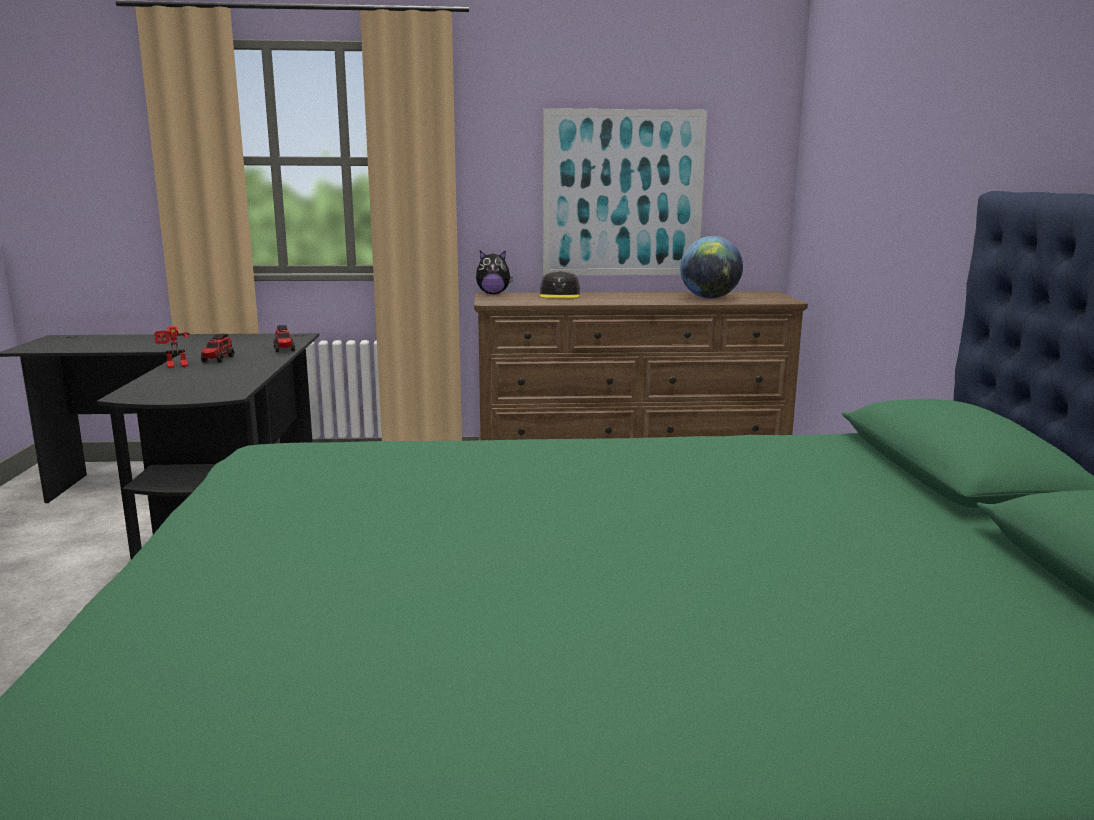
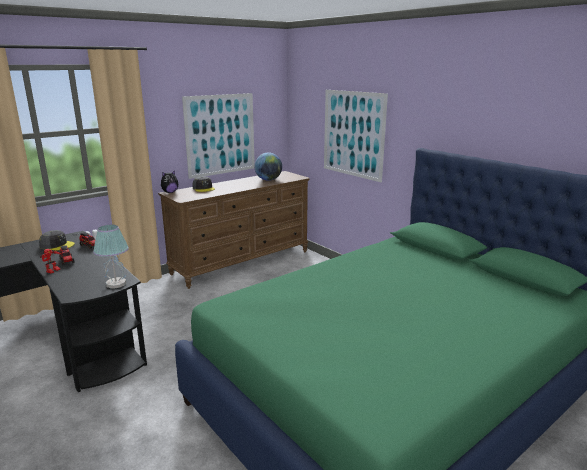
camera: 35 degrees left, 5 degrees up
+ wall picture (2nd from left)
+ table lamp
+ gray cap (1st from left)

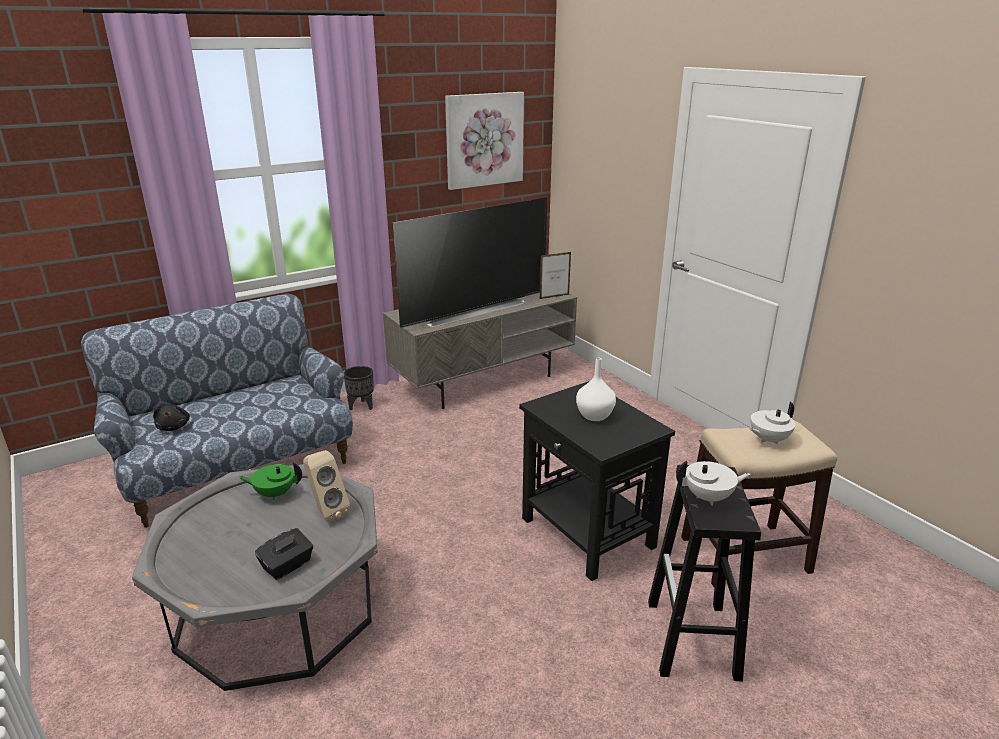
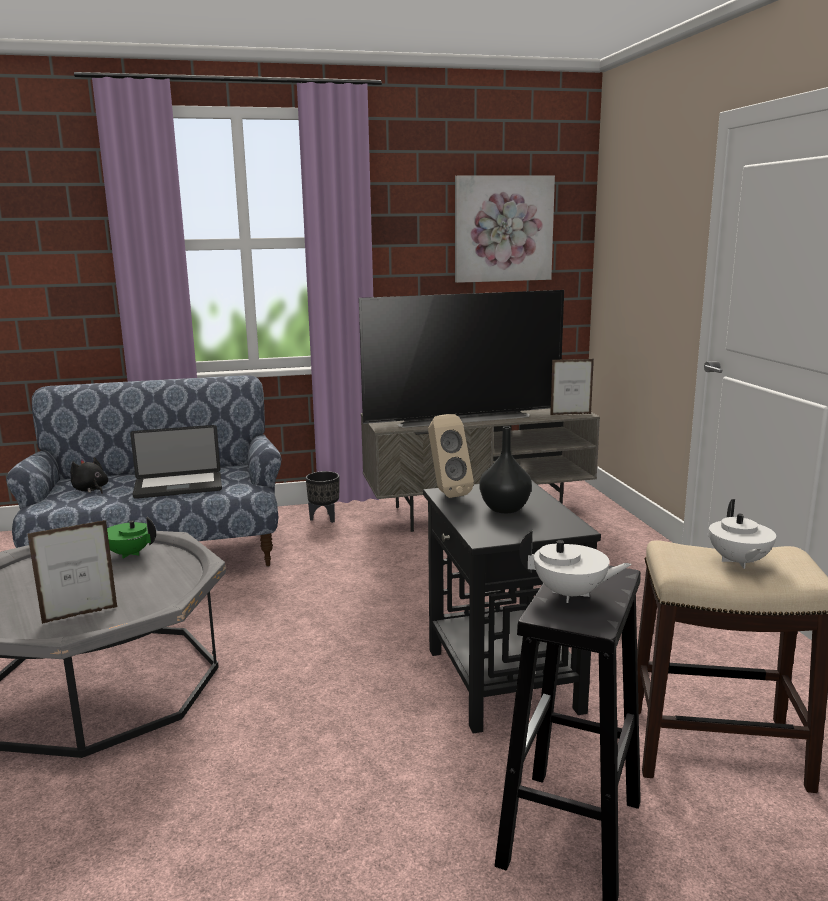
camera: 20 degrees right, 10 degrees down
~ whitish decorative vase to black-coloured decorative vase
~ whitish tea pot (2nd from left) 75 degrees counterclockwise
~ black-coloured soft toy 135 degrees clockwise
~ beige-coloured loudspeaker
~ black-coloured tissue box to photo frame (1st from left)
+ laptop

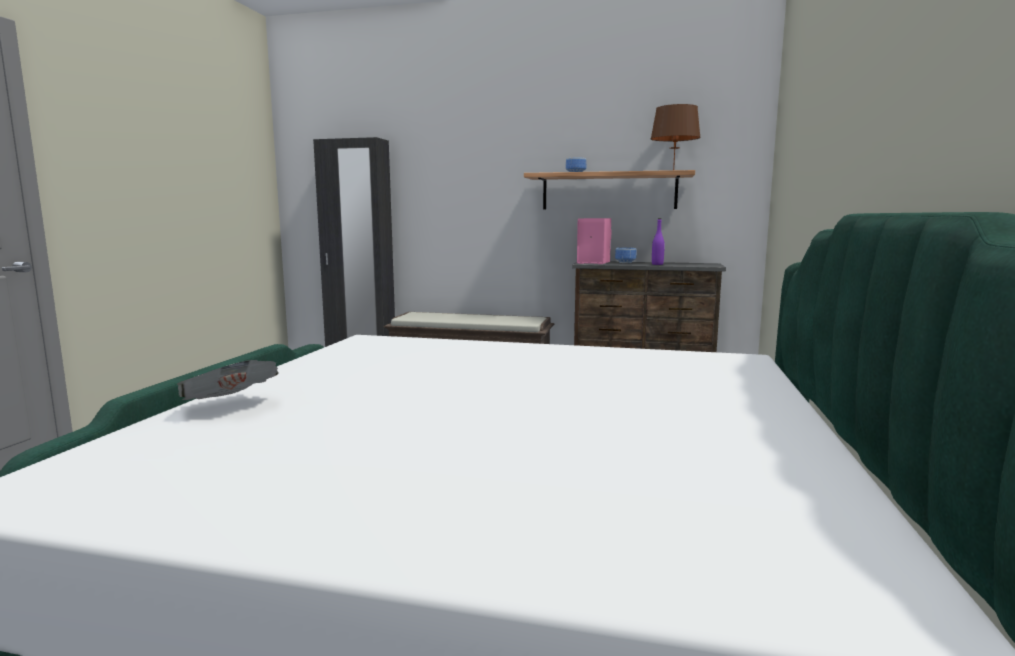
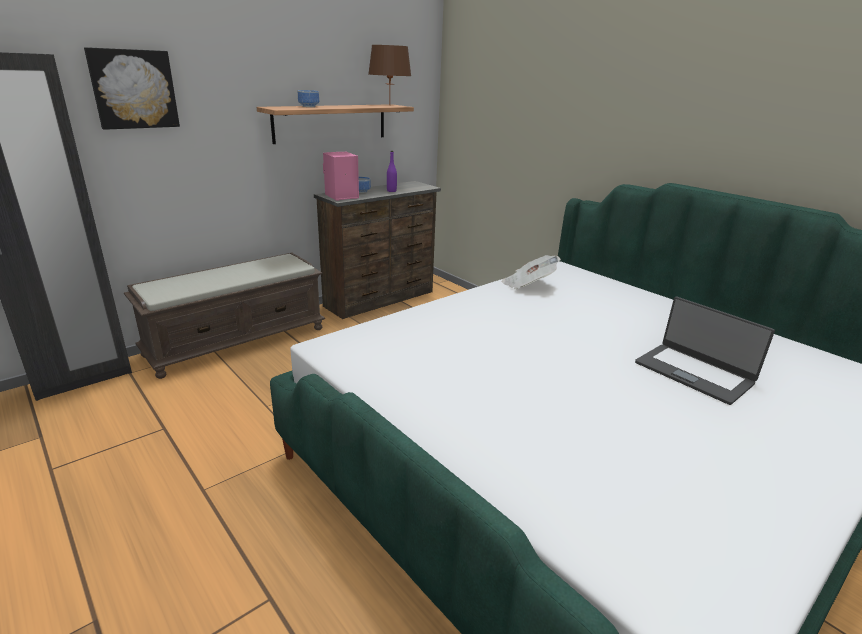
camera: 55 degrees left, 15 degrees up
~ daily paper
+ wall picture
+ laptop

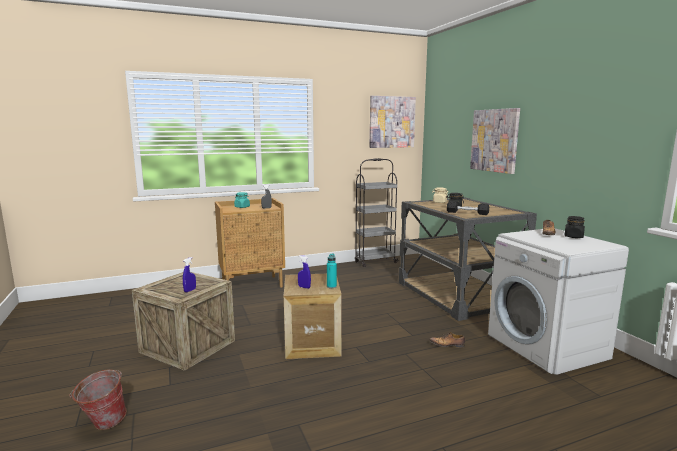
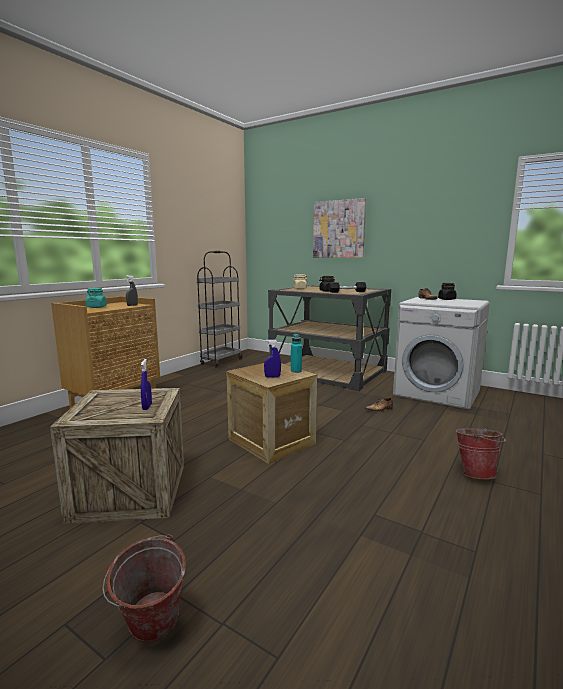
camera: 35 degrees left, 0 degrees up
- wall picture (1st from left)
+ water bucket (2nd from left)

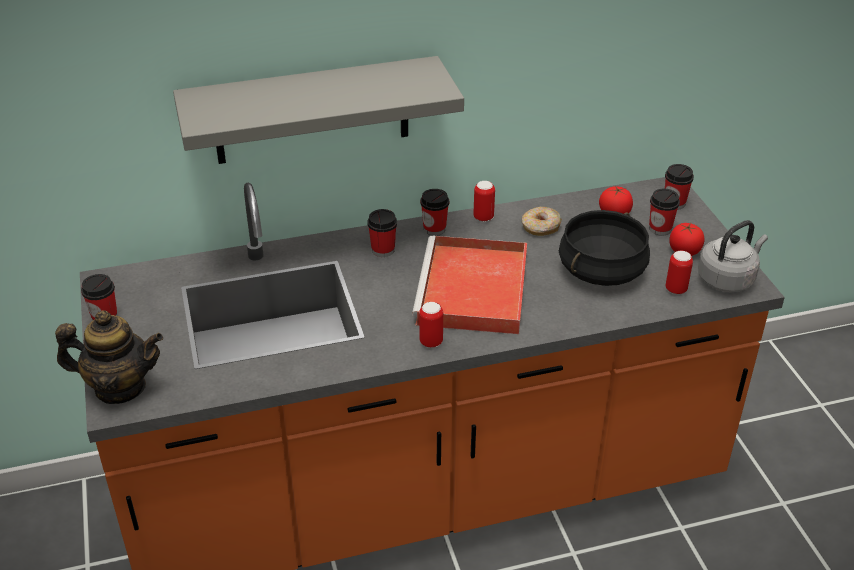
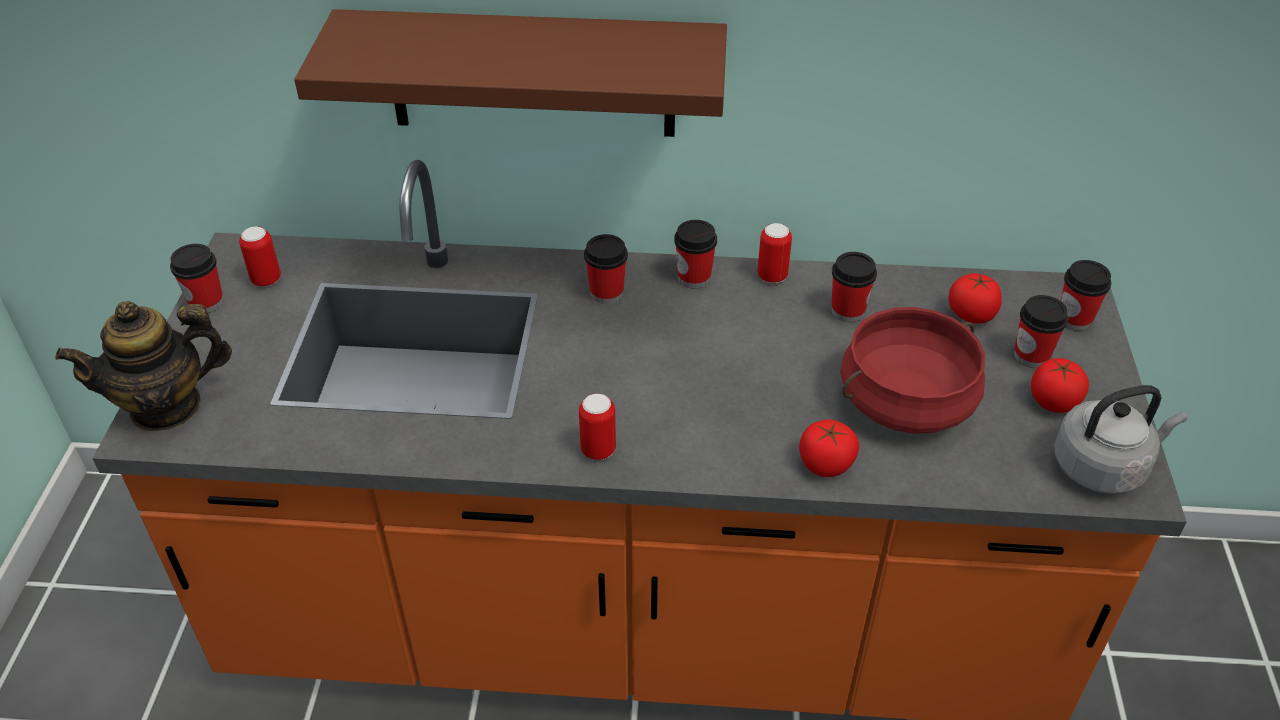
camera: 20 degrees right, 5 degrees up
~ gray wall shelf to brown wall shelf
~ donut to small cup (4th from left)
~ black-coloured stockpot to red-coloured stockpot
- red-coloured serving tray
~ metal can (3rd from left in the first image) to metal can (1st from left)
~ tea pot 135 degrees clockwise
+ fresh tomato (1st from left)

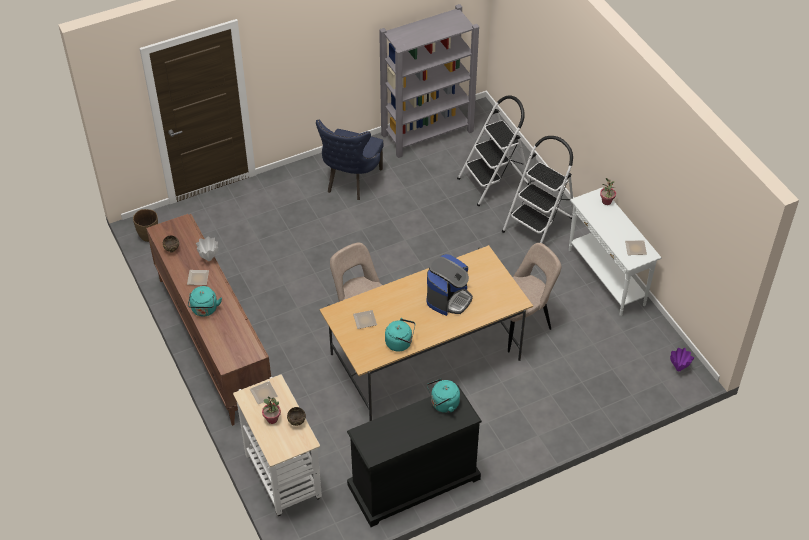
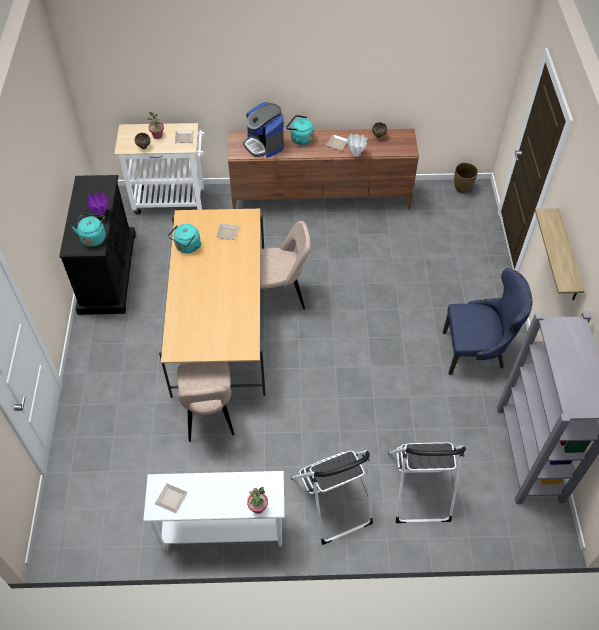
camera: 115 degrees right, 5 degrees up
~ blue plain chair 135 degrees clockwise
~ coffee brewer
~ purplish decorative vase
+ wall shelf

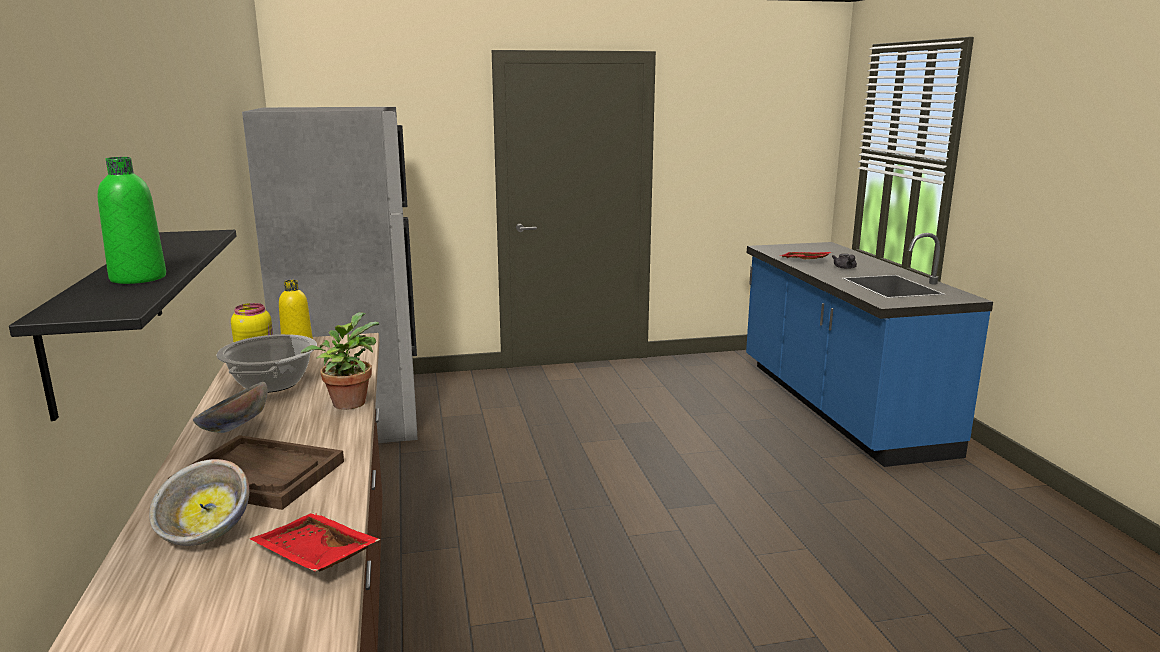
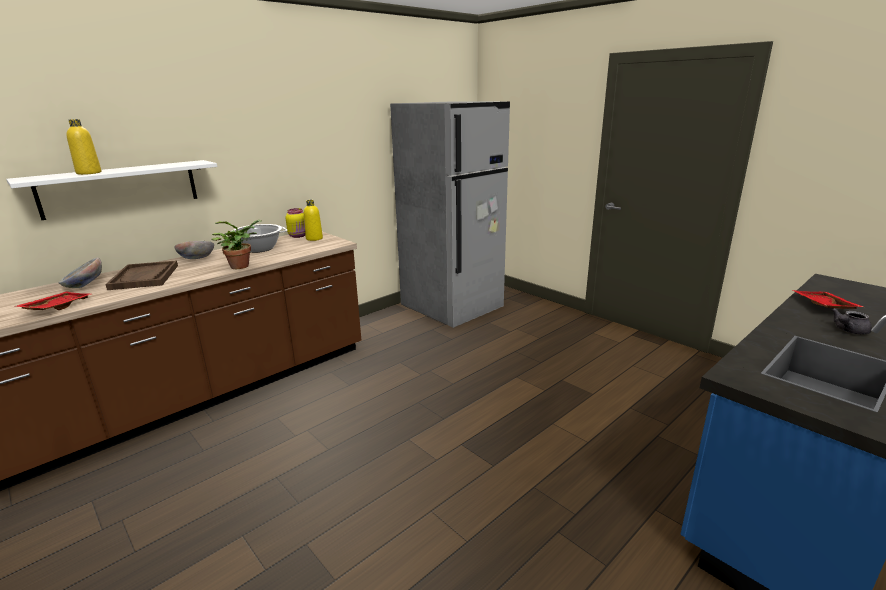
camera: 60 degrees right, 5 degrees up
~ green drink bottle to yellow-coloured drink bottle (1st from left)
~ black-coloured wall shelf to whitish wall shelf

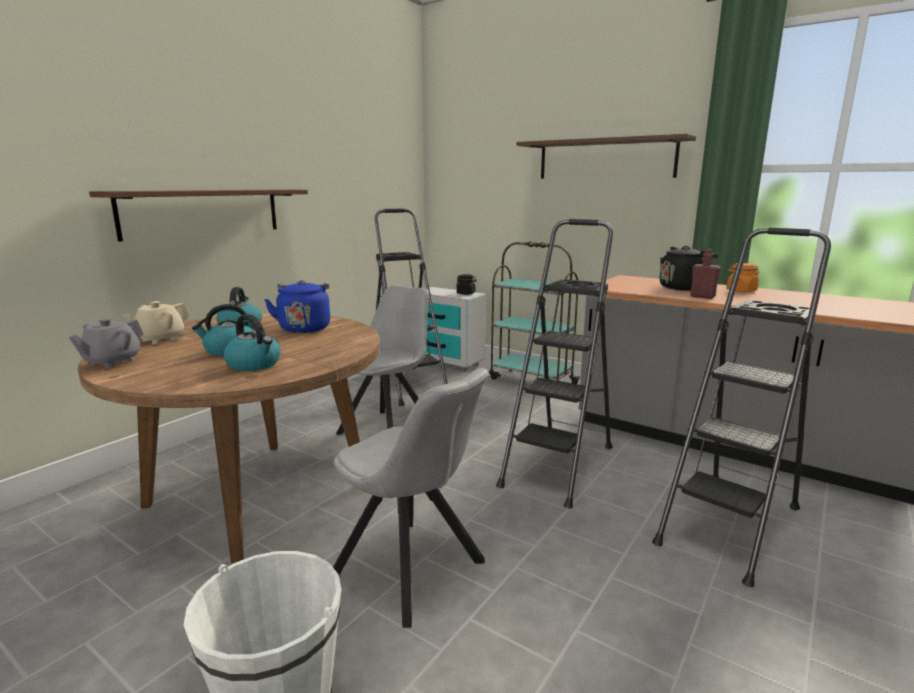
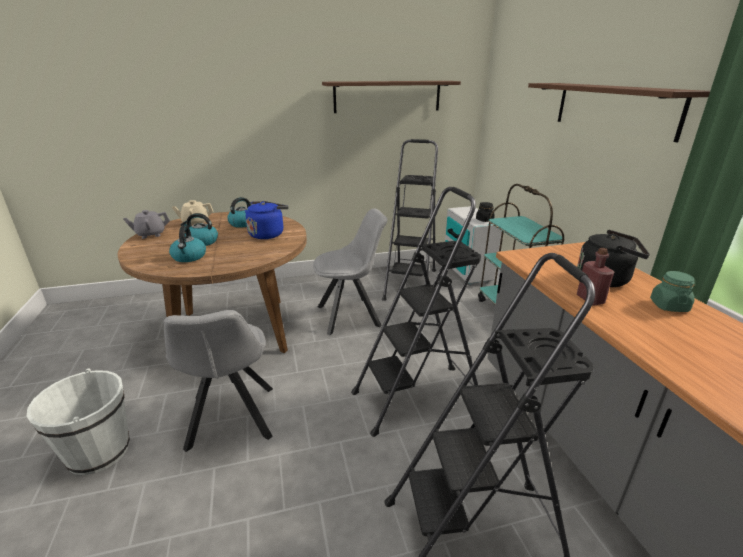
camera: 40 degrees right, 10 degrees up
~ brown wall shelf (1st from left)
~ orange jar to green jar

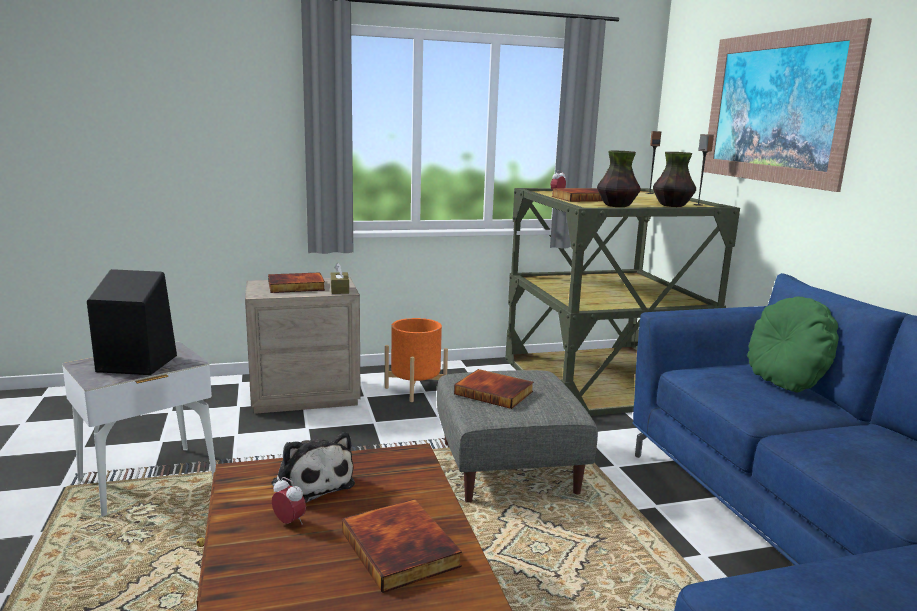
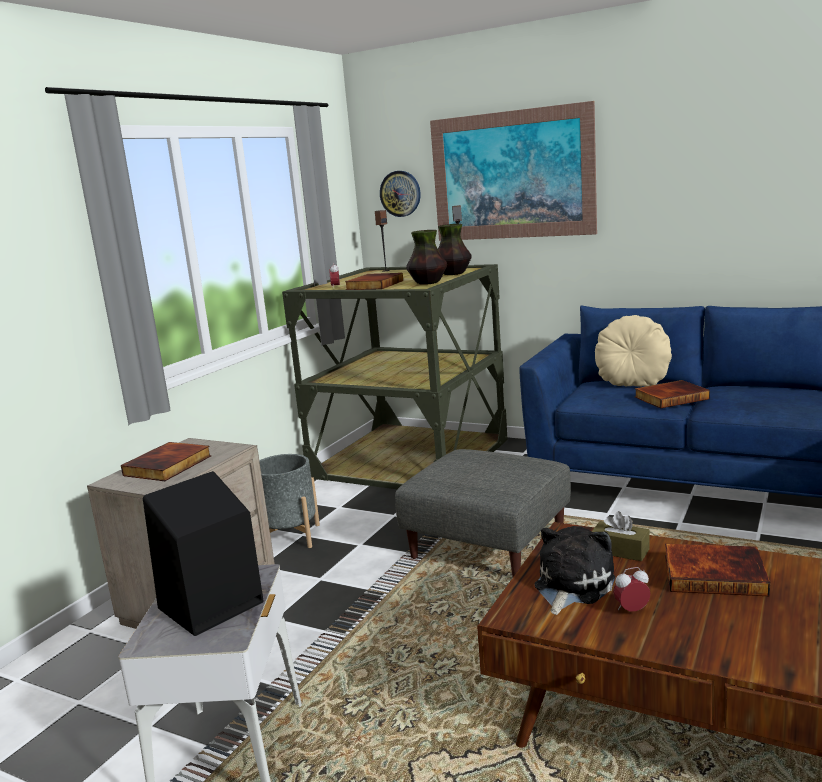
camera: 45 degrees left, 0 degrees up
~ brown tissue box
~ green pillow to beige-coloured pillow
~ orange planter to gray planter
~ book (3rd from left)
~ soft toy 60 degrees counterclockwise
+ wall clock

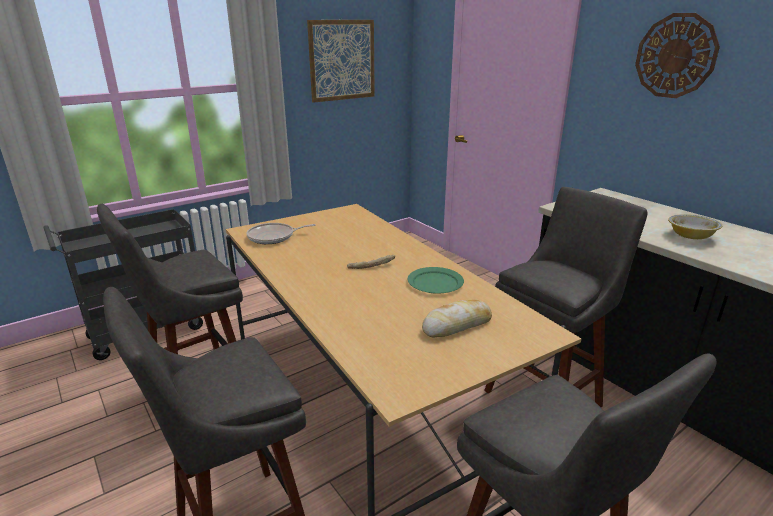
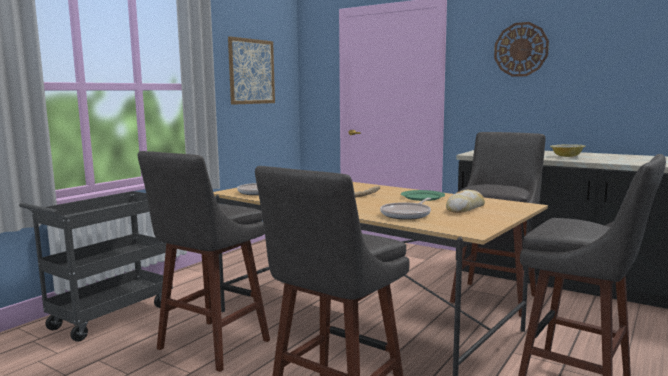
camera: 20 degrees left, 15 degrees down
+ frying pan (2nd from left)

